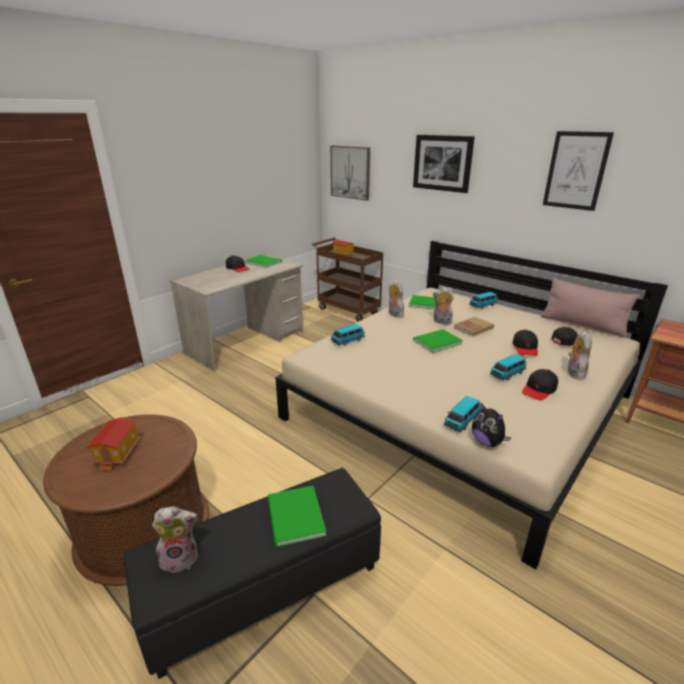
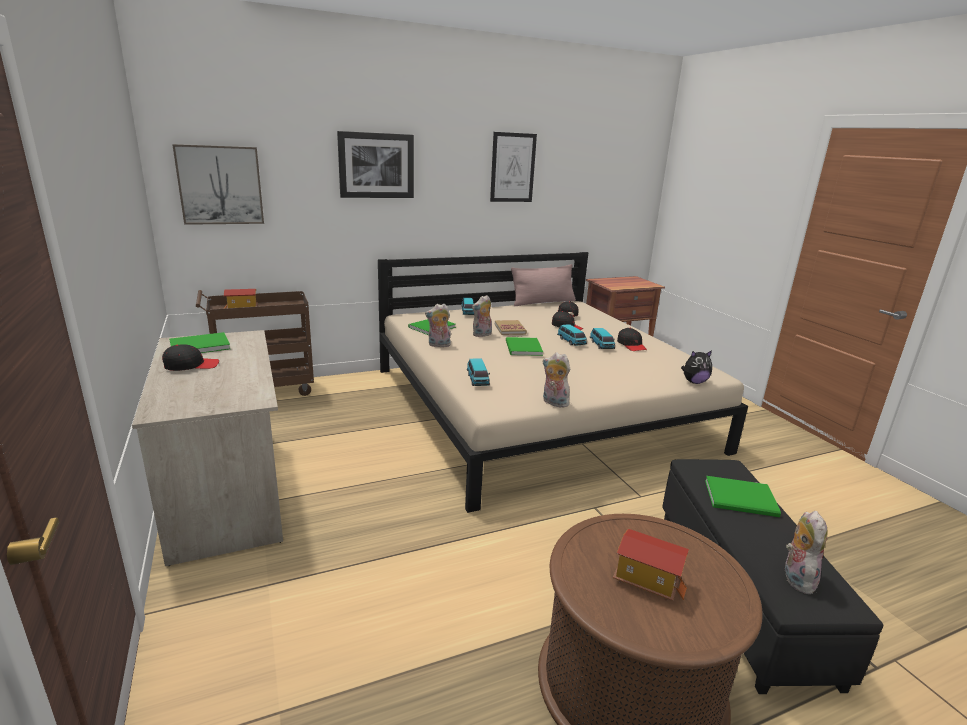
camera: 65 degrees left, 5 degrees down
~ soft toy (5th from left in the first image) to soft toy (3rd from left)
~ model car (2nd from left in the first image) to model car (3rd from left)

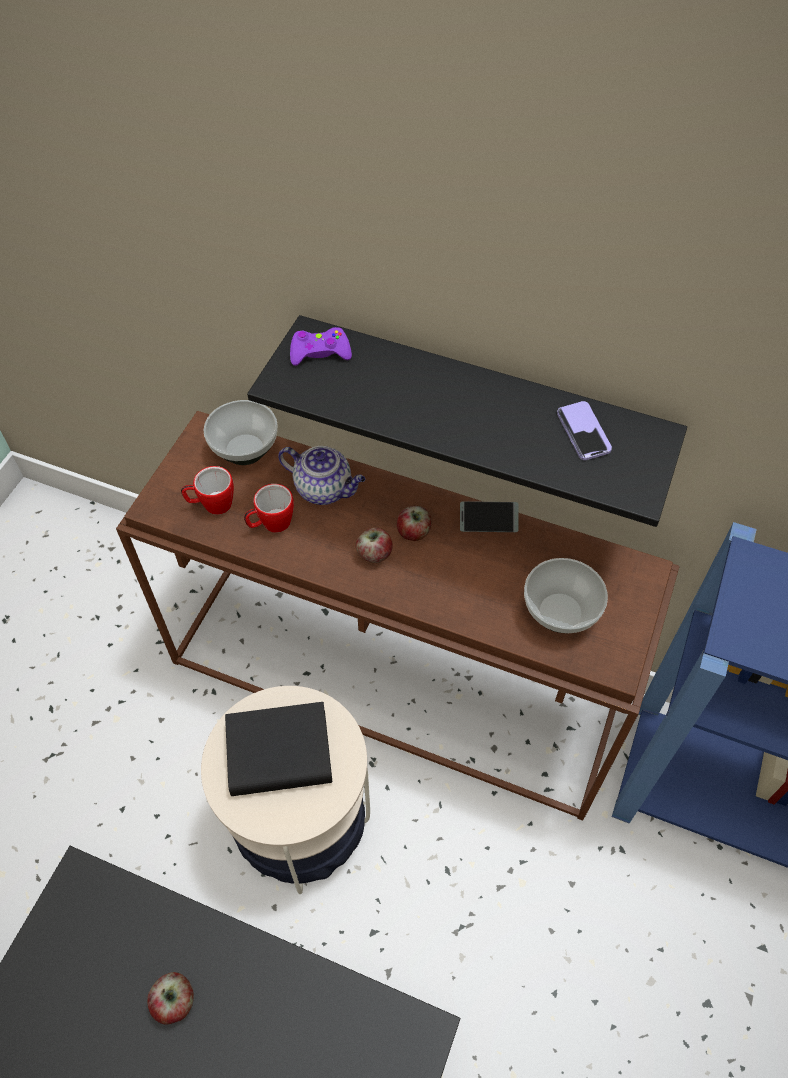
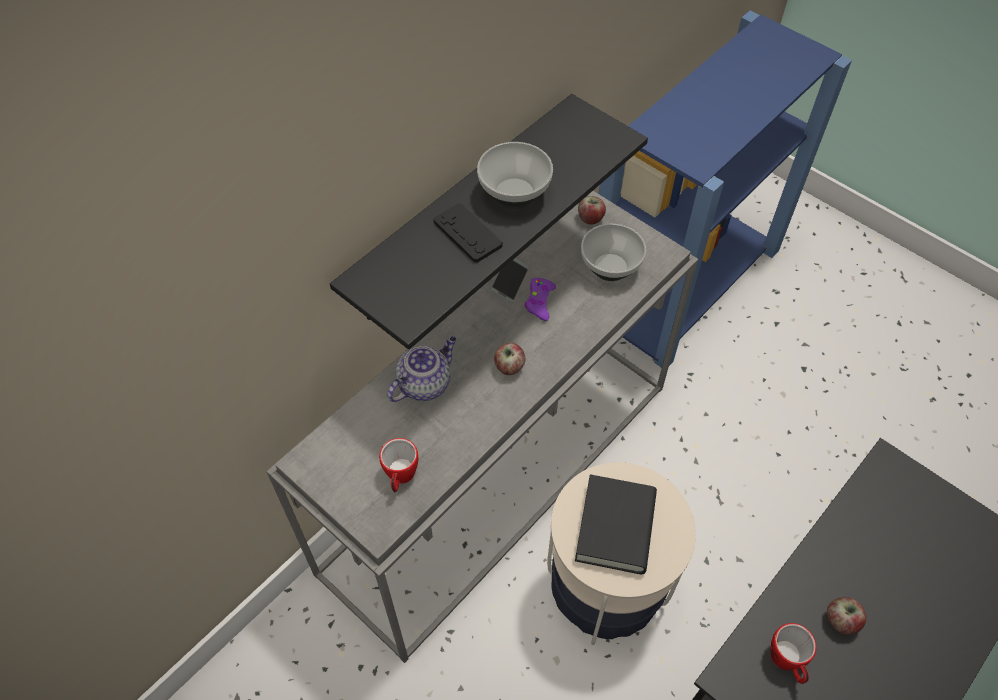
camera: 70 degrees left, 0 degrees up
~ purplish game controller
~ serving bowl (1st from left)
- handset (2nd from left)
~ brown narrow table to gray narrow table
~ coffee mug (2nd from left)
~ apple fruit (3rd from left in the first image) to apple fruit (2nd from left)
+ black-coloured game controller

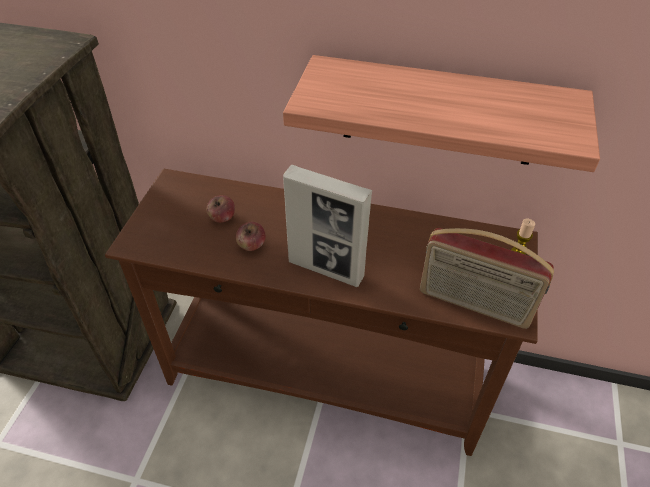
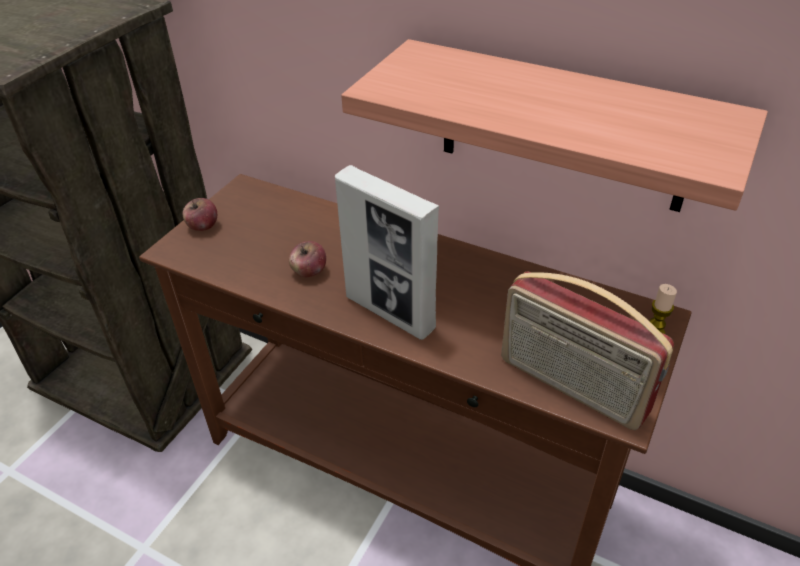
camera: 15 degrees right, 5 degrees down
~ apple fruit (1st from left)

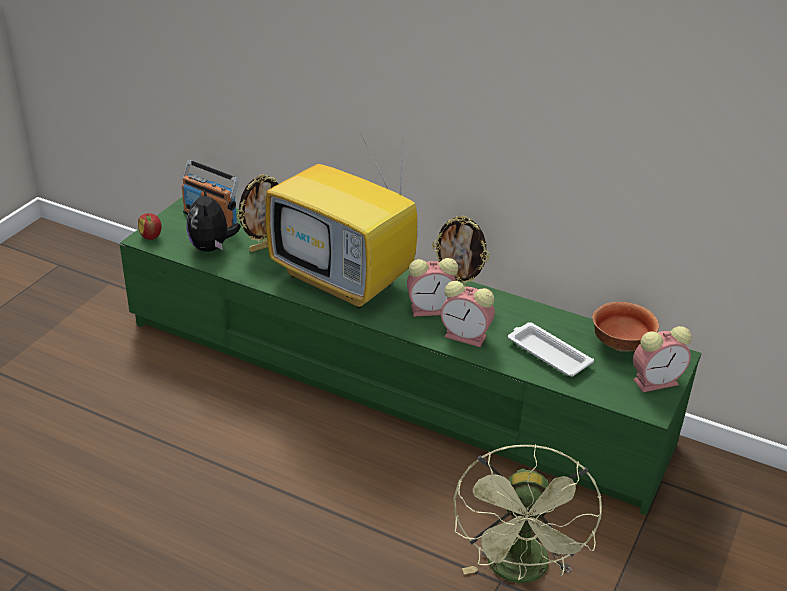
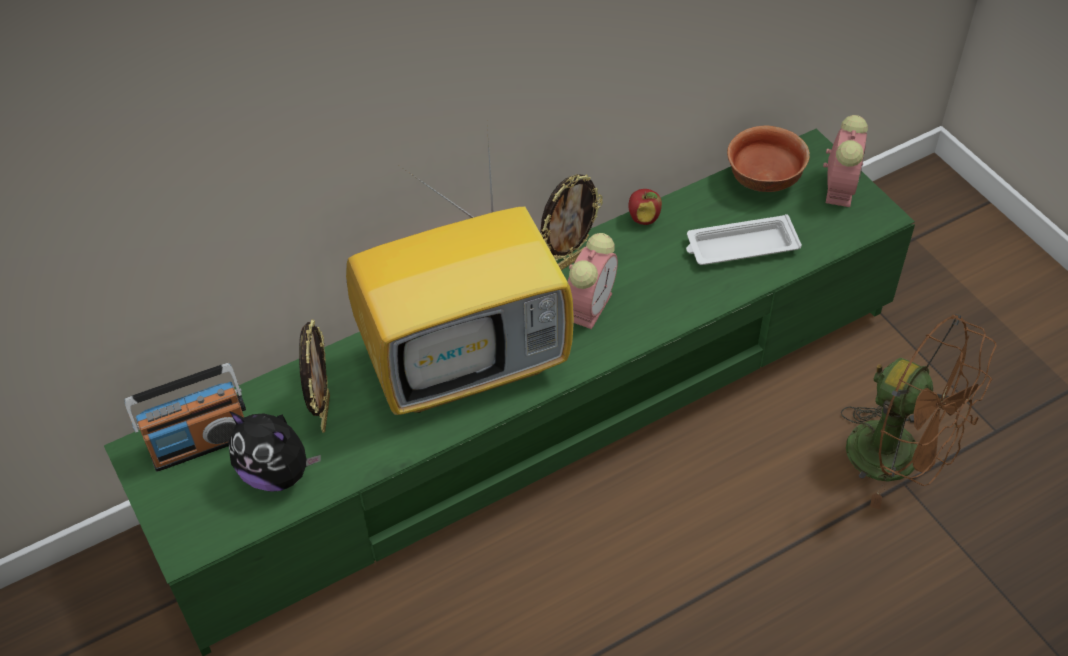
camera: 55 degrees left, 15 degrees up
~ apple fruit
- table clock (2nd from left)
~ green fan to brown fan

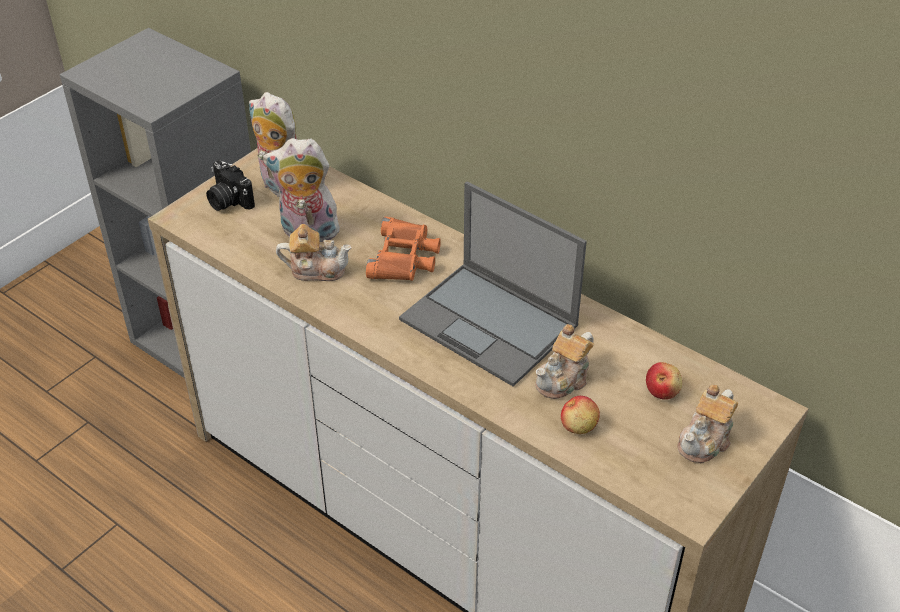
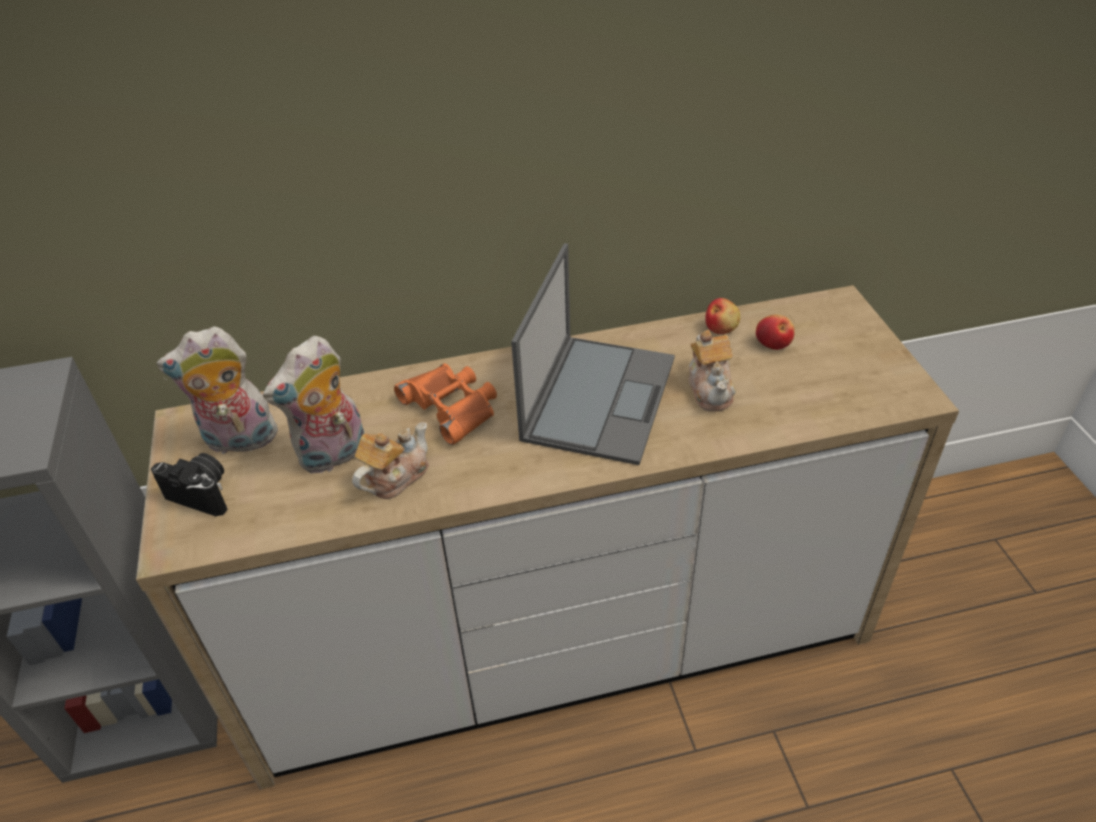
camera: 50 degrees left, 0 degrees up
~ photo camera 150 degrees counterclockwise
~ laptop 60 degrees counterclockwise
- tea pot (3rd from left)
~ apple fruit (1st from left)

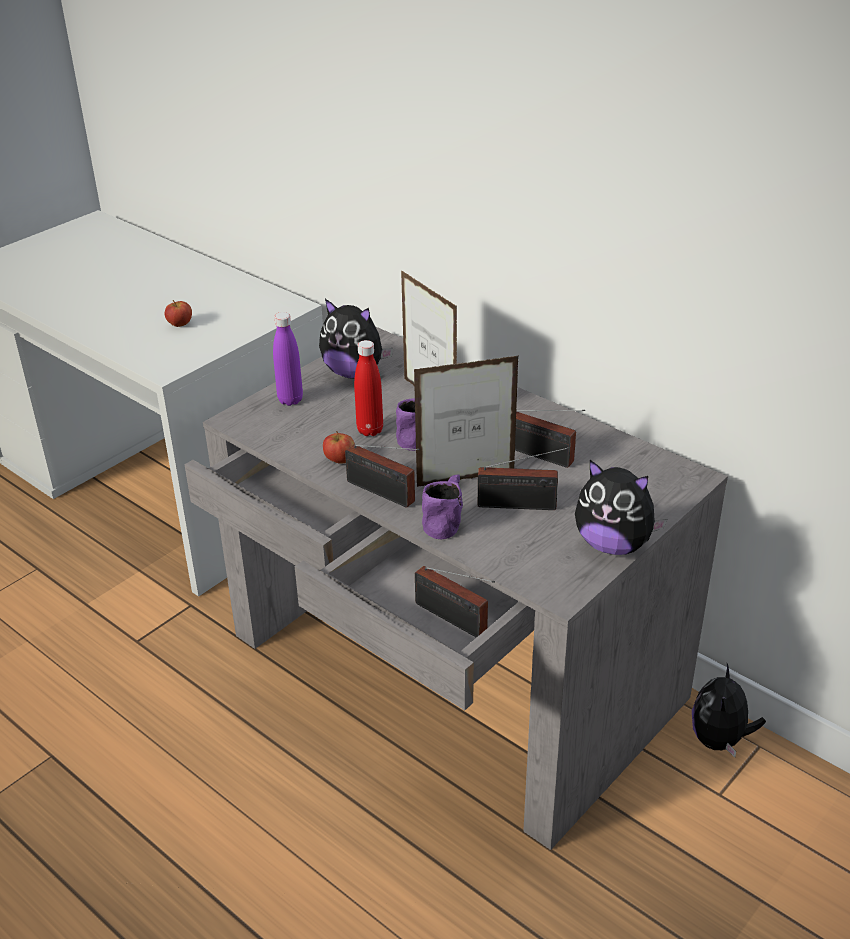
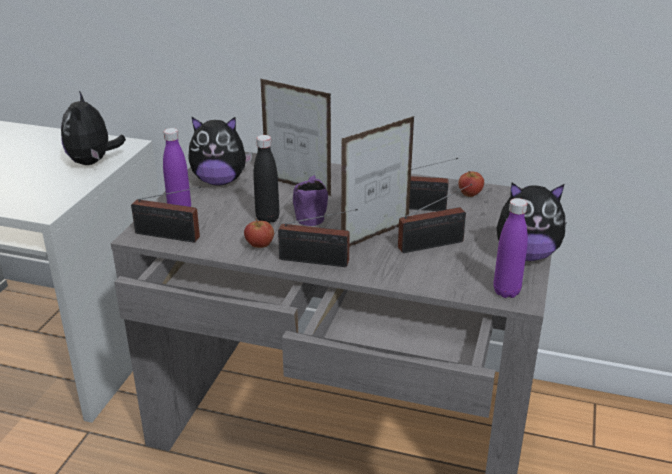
camera: 25 degrees left, 5 degrees down
~ apple fruit (1st from left in the first image) to apple fruit (2nd from left)
~ red-coloured drink bottle to black-coloured drink bottle
- purplish coffee mug (2nd from left)
~ radio (2nd from left in the first image) to radio (1st from left)
~ soft toy (3rd from left in the first image) to soft toy (1st from left)
+ purplish drink bottle (2nd from left)

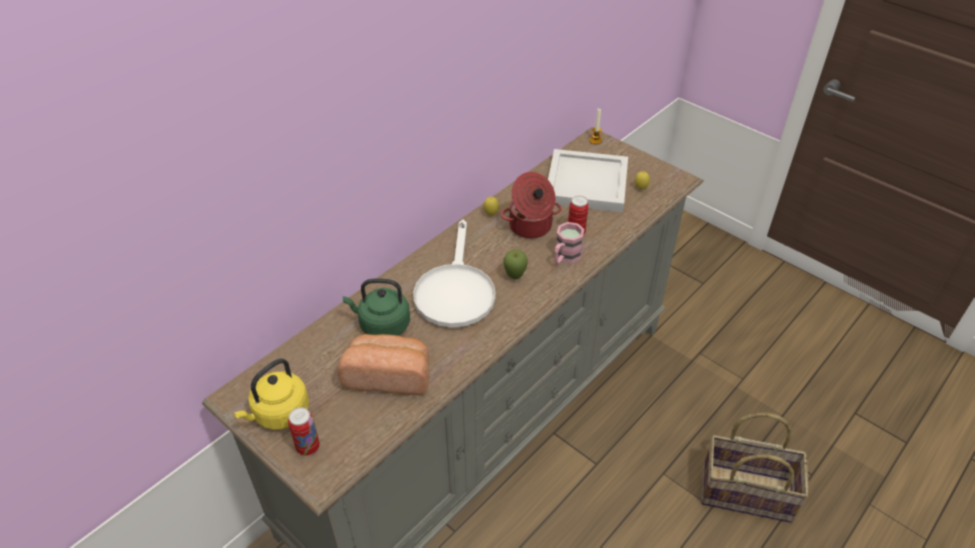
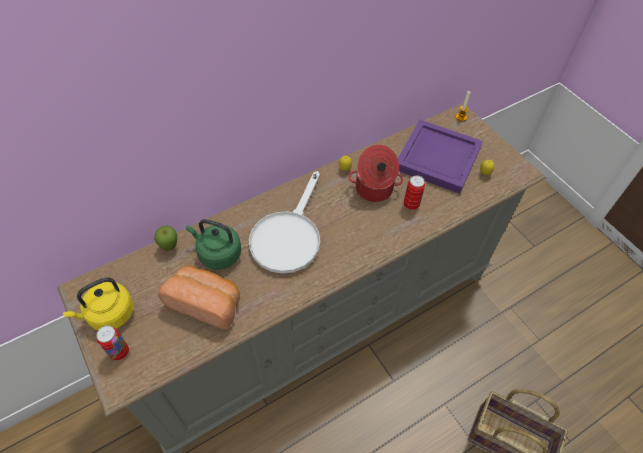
camera: 15 degrees right, 10 degrees up
~ whitish serving tray to purplish serving tray
- pink-coloured coffee mug
~ apple fruit

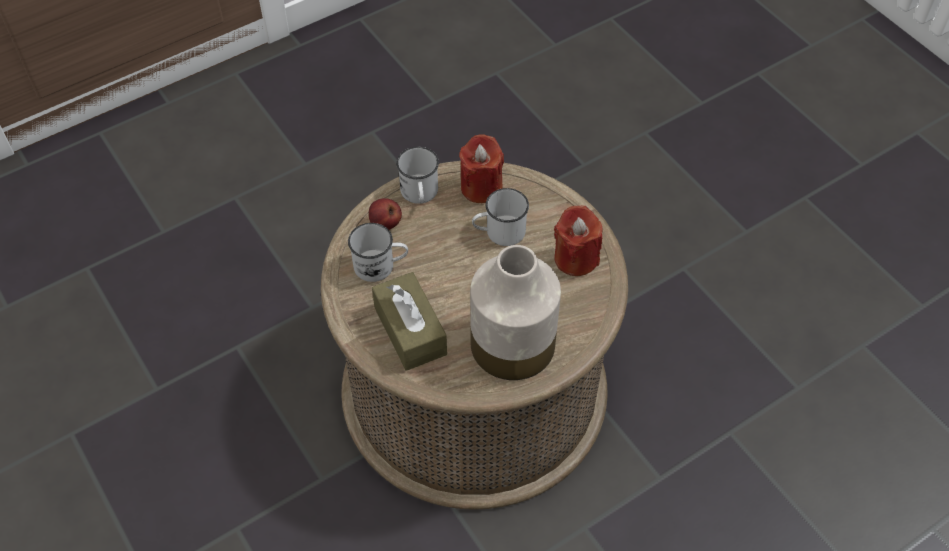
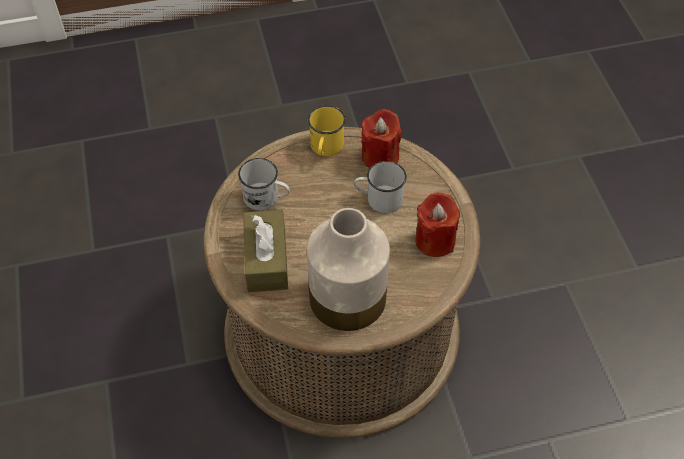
camera: 20 degrees right, 0 degrees up
~ whitish coffee mug (2nd from left) to yellow-coloured coffee mug
- apple fruit

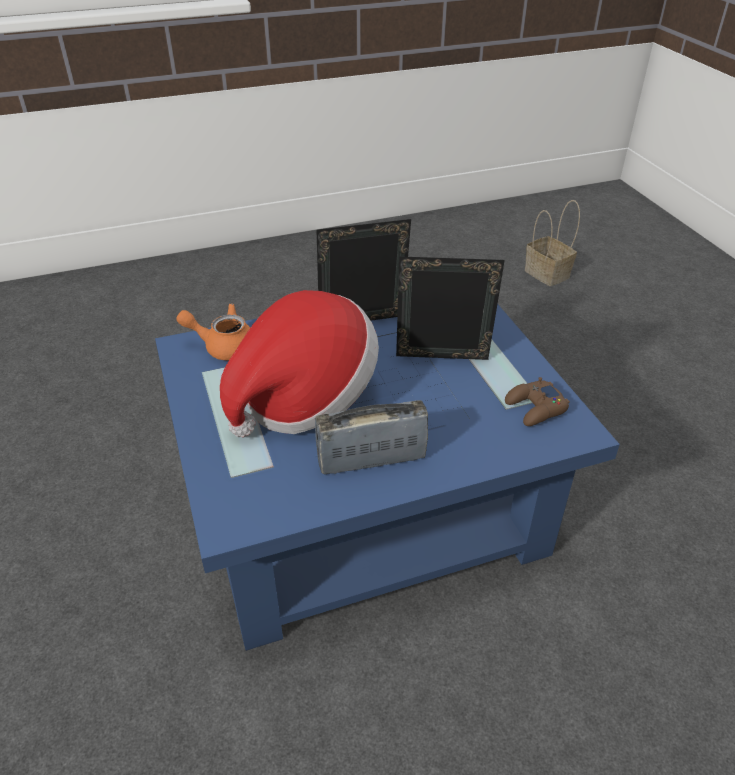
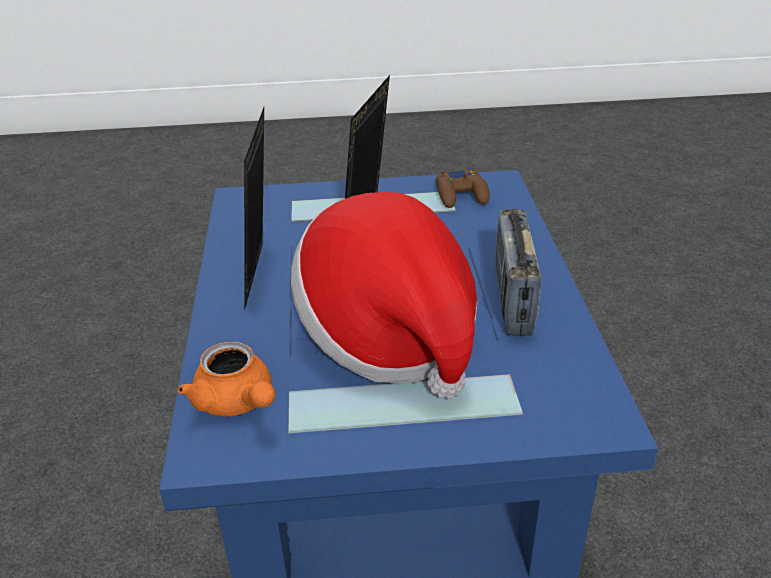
camera: 75 degrees left, 5 degrees down
- household basket
~ orange tea pot 60 degrees counterclockwise

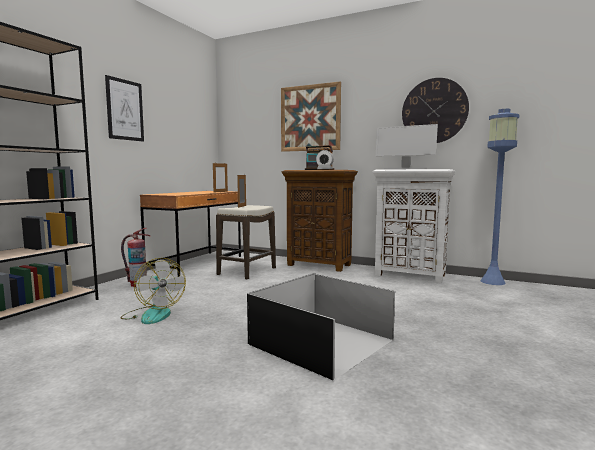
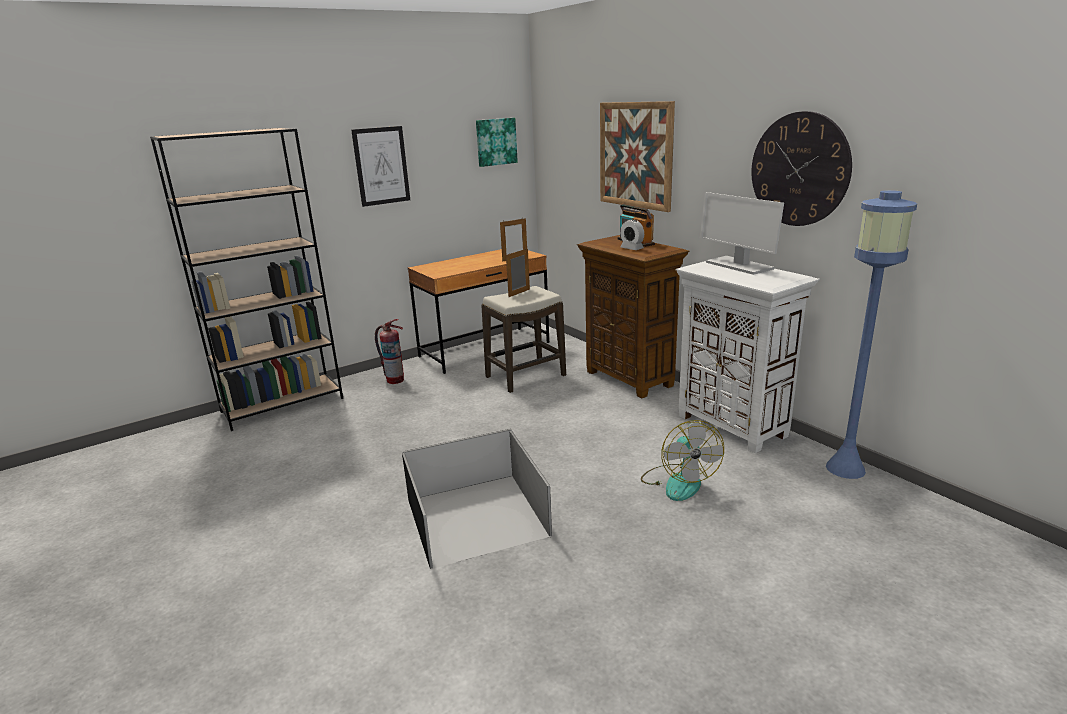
camera: 30 degrees right, 15 degrees up
~ fan
+ wall picture (2nd from left)

